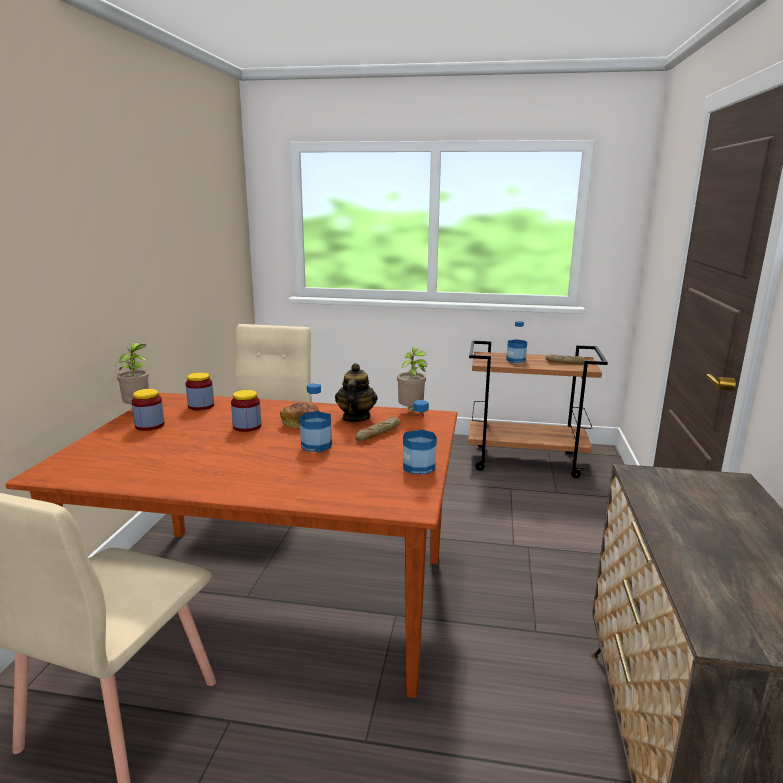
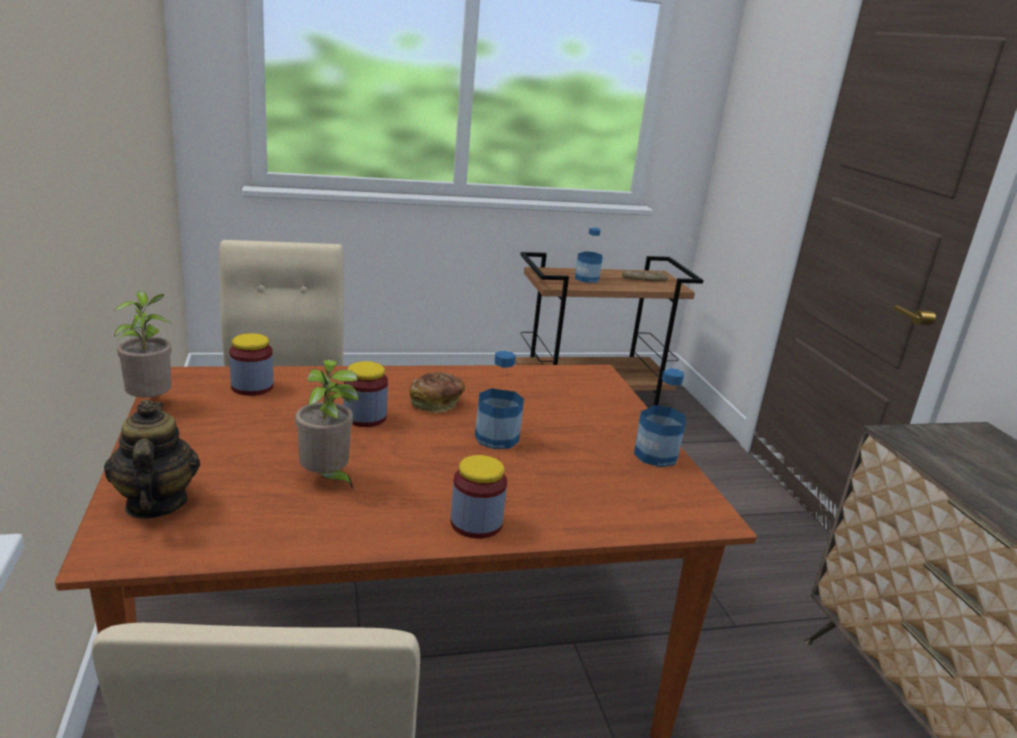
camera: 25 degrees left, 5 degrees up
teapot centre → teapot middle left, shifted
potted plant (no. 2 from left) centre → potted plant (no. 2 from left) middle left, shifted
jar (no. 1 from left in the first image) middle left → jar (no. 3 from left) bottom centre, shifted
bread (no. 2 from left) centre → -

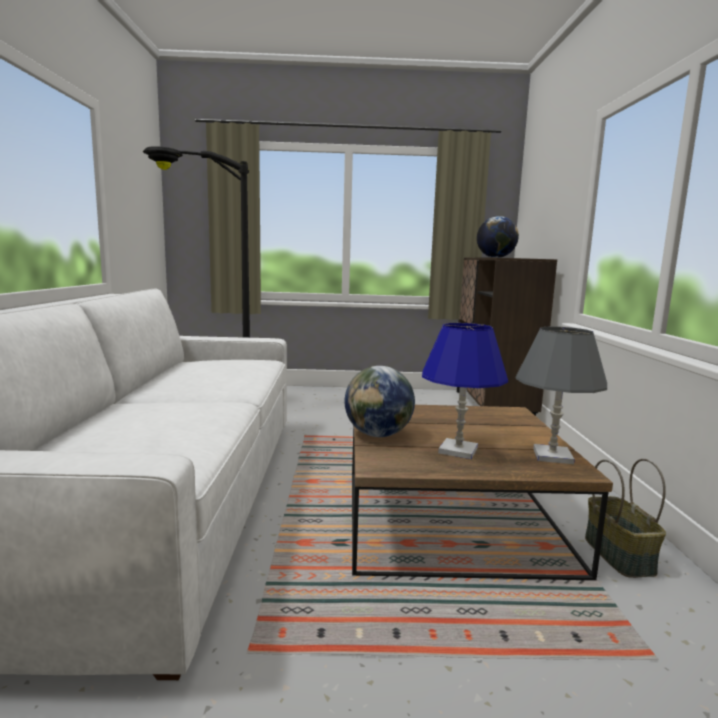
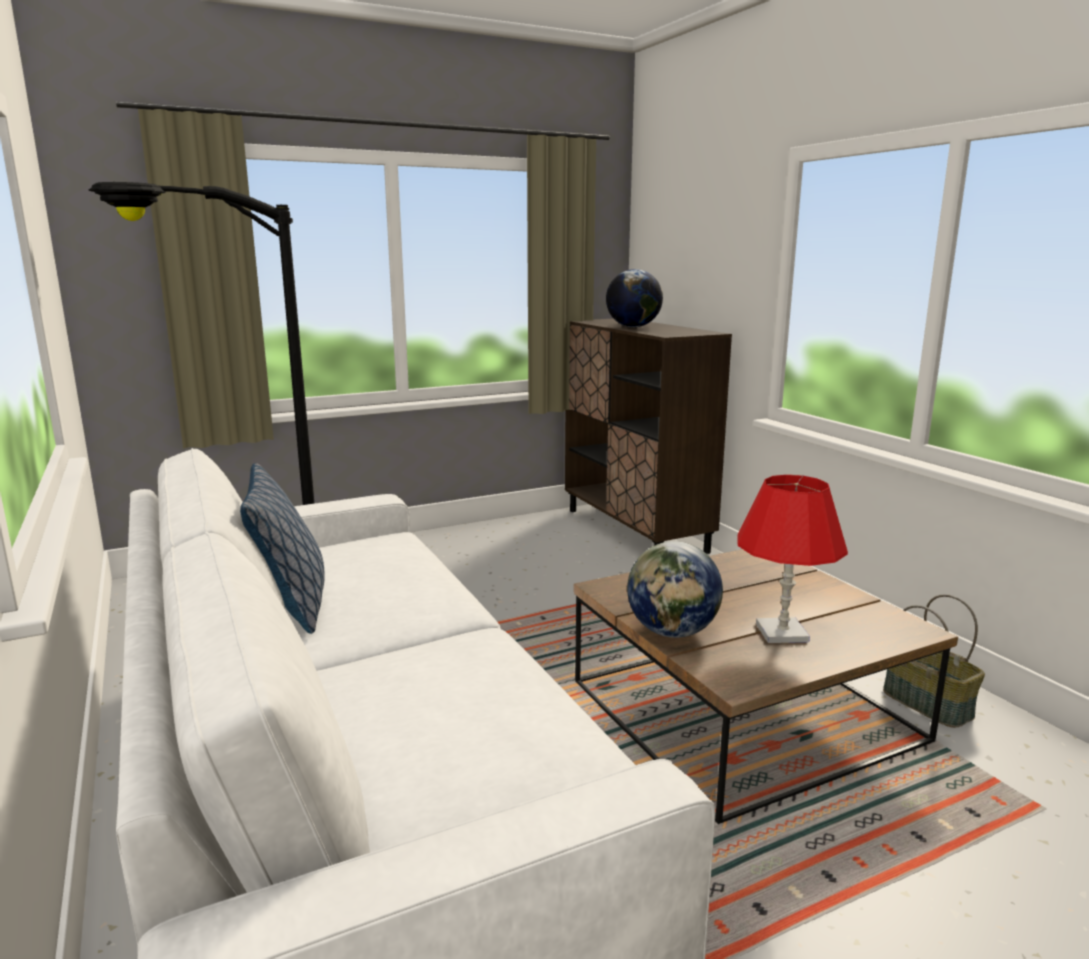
camera: 25 degrees left, 5 degrees up
- → pillow middle left
table lamp/blue centre → table lamp/red middle right
table lamp/grey middle right → -

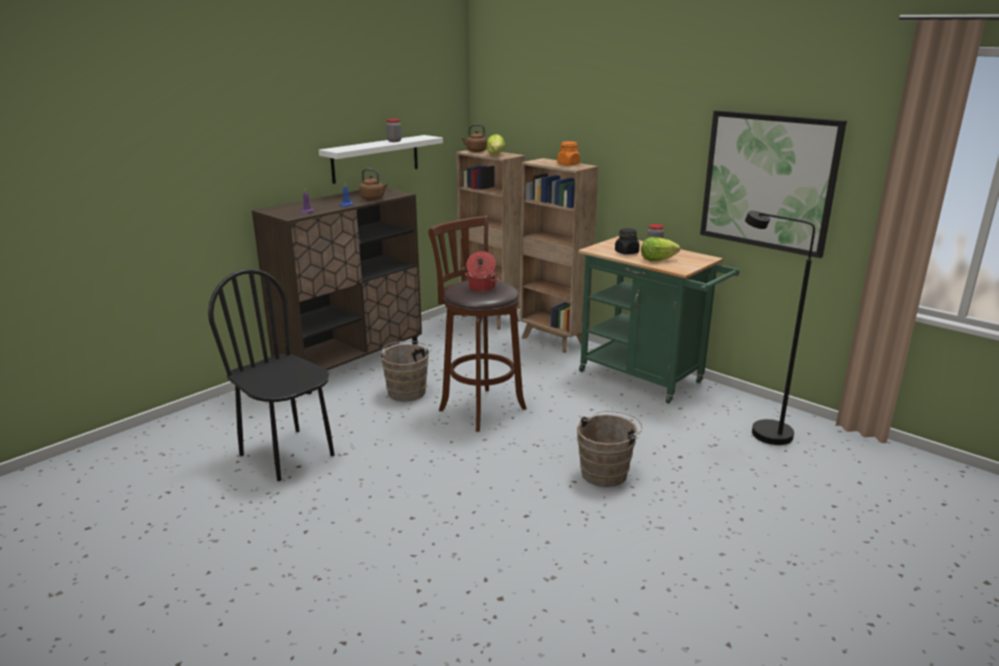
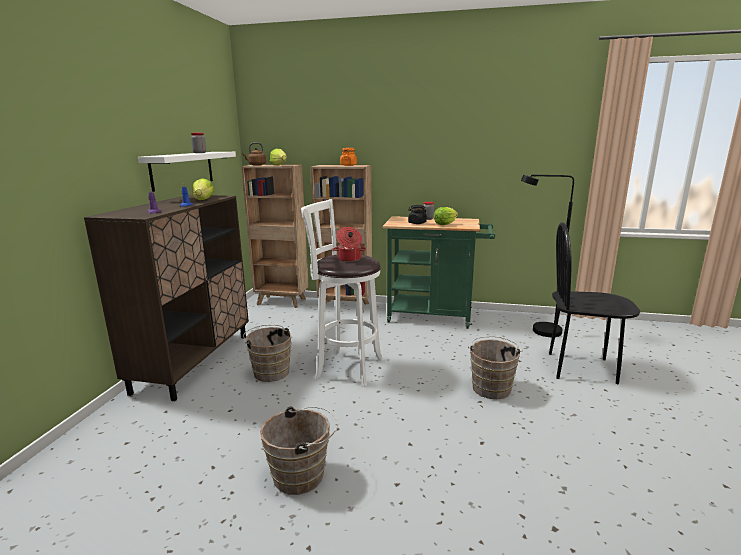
camera: 30 degrees left, 5 degrees down
kettle/brown (no. 1 from left) top centre → lettuce (no. 1 from left) middle left
- → bucket/brown (no. 2 from left) bottom centre
stool/brown centre → stool/white centre
chair/black middle left → chair/black middle right, shifted
picture top right → -

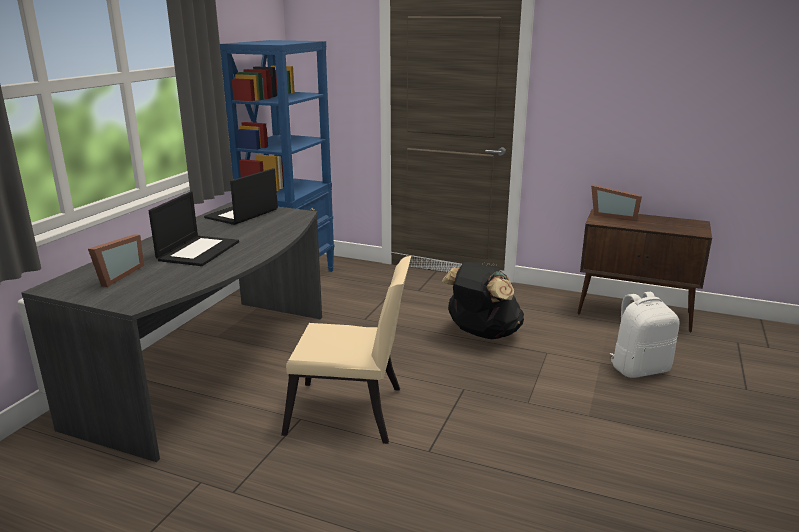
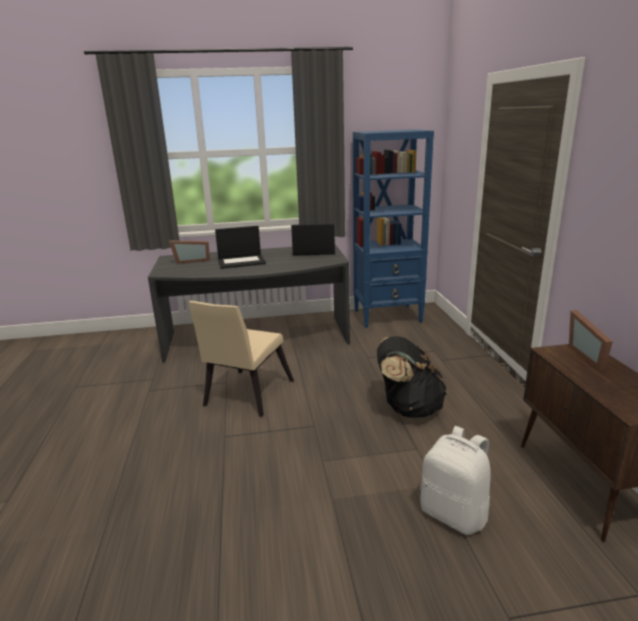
camera: 60 degrees right, 0 degrees up
chair/beige centre, 45 degrees clockwise

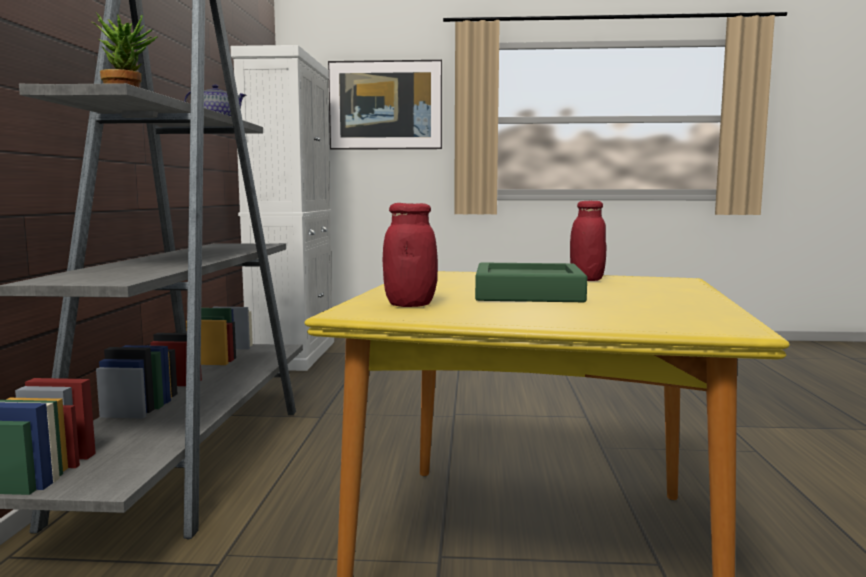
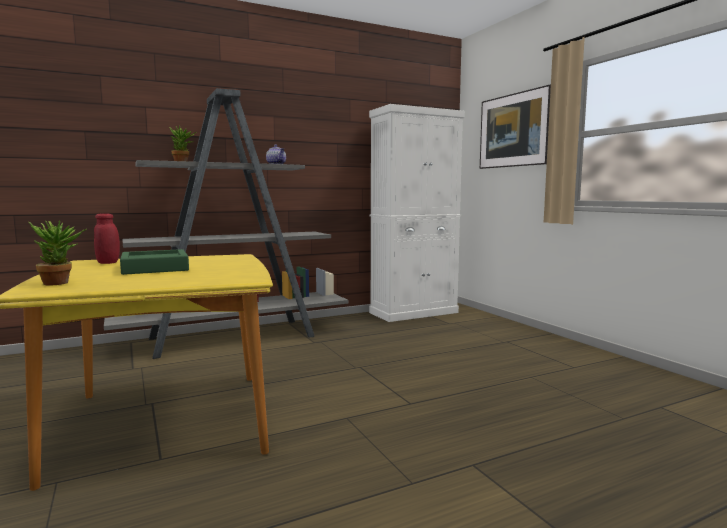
camera: 60 degrees right, 0 degrees up
- → potted plant (no. 1 from left) middle left
jar/red (no. 2 from left) middle right → -

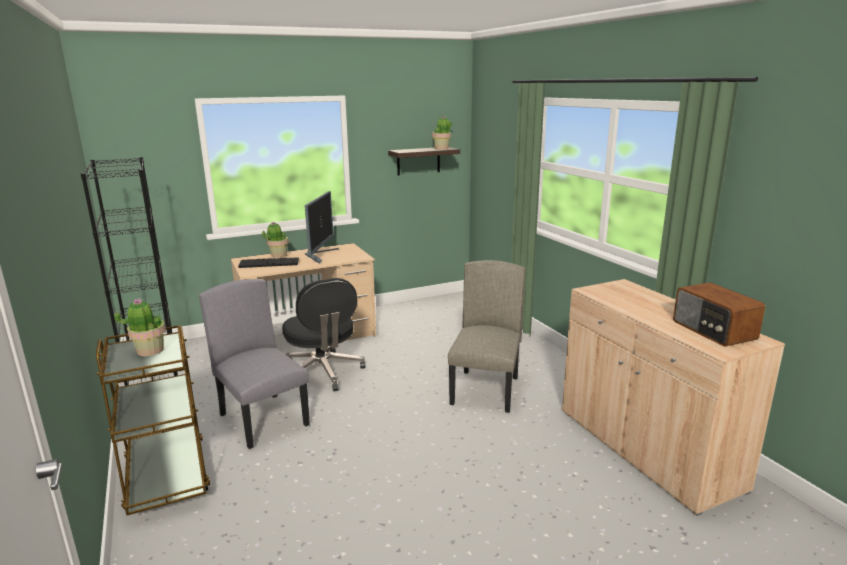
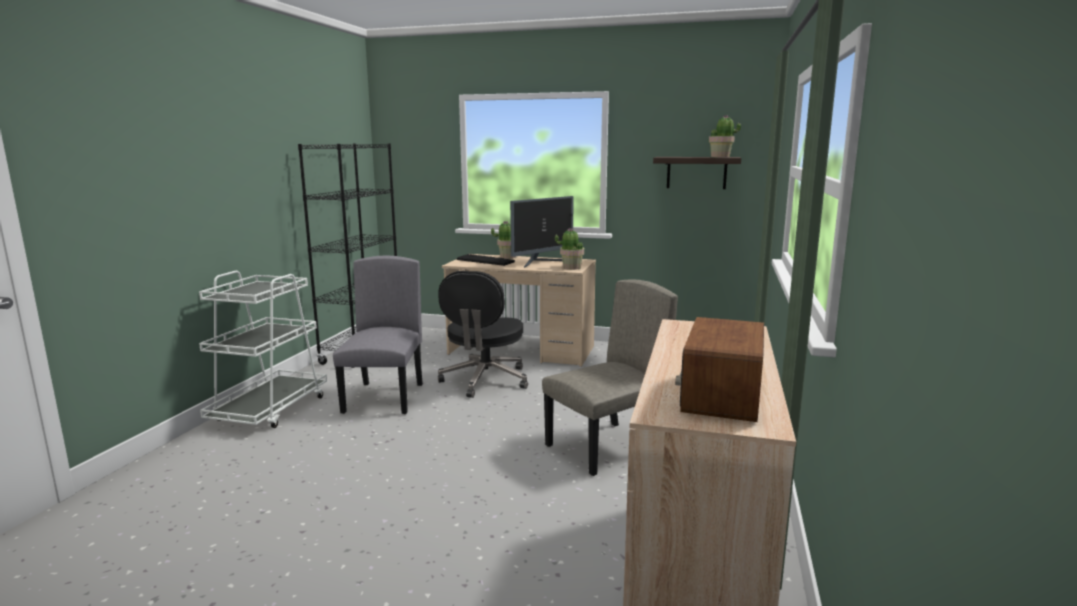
camera: 40 degrees right, 5 degrees down
cart/brown bottom left → cart/white middle left
potted plant (no. 1 from left in the first image) middle left → potted plant (no. 2 from left) centre, shifted

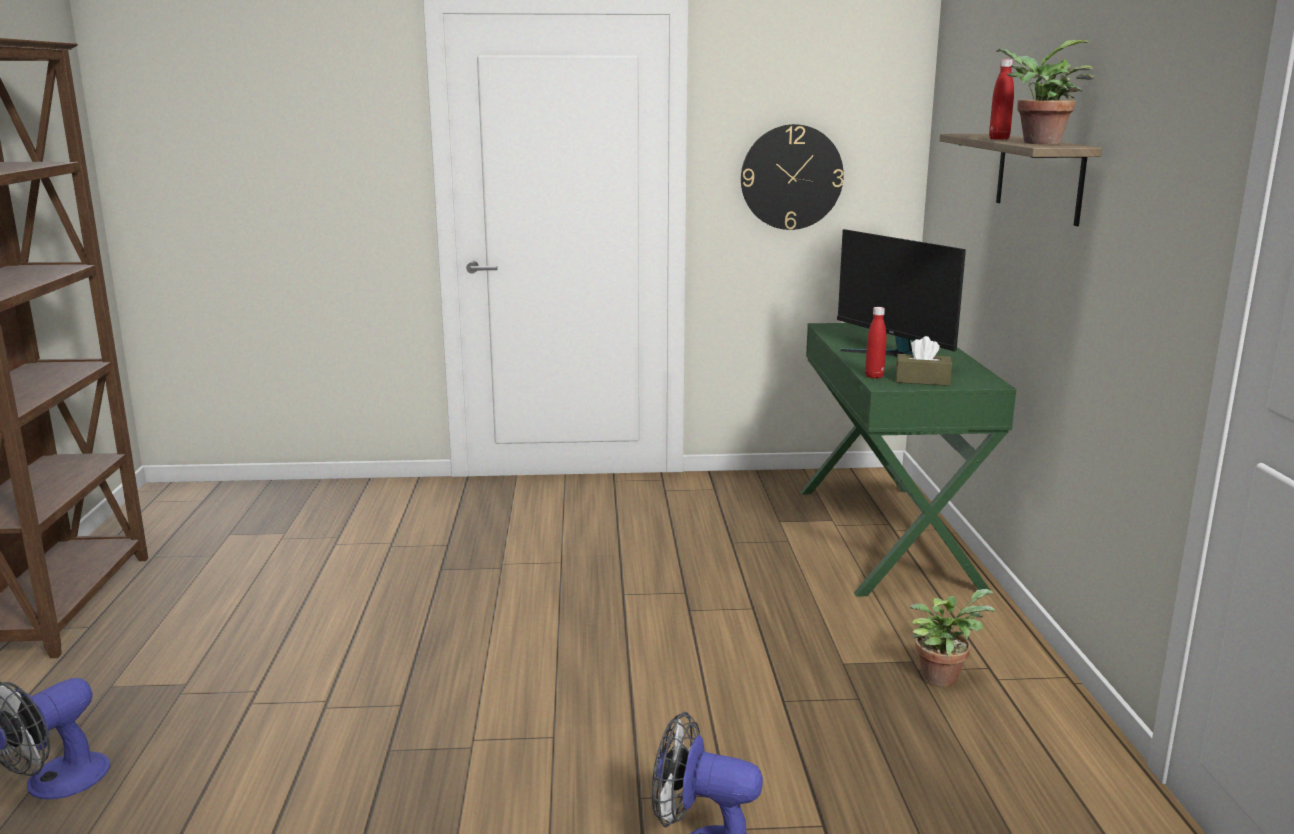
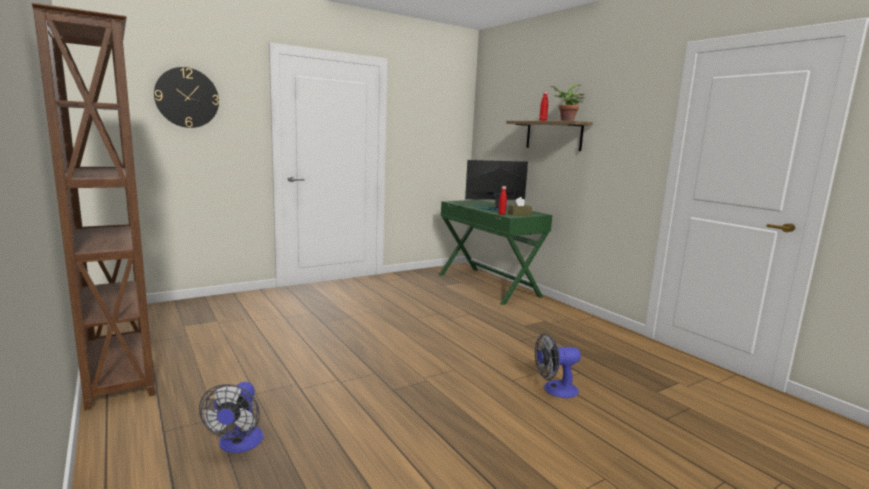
camera: 30 degrees left, 5 degrees down
wall clock top centre → wall clock top left, shifted
monitor middle right → monitor centre, 135 degrees clockwise
potted plant (no. 1 from left) bottom right → -

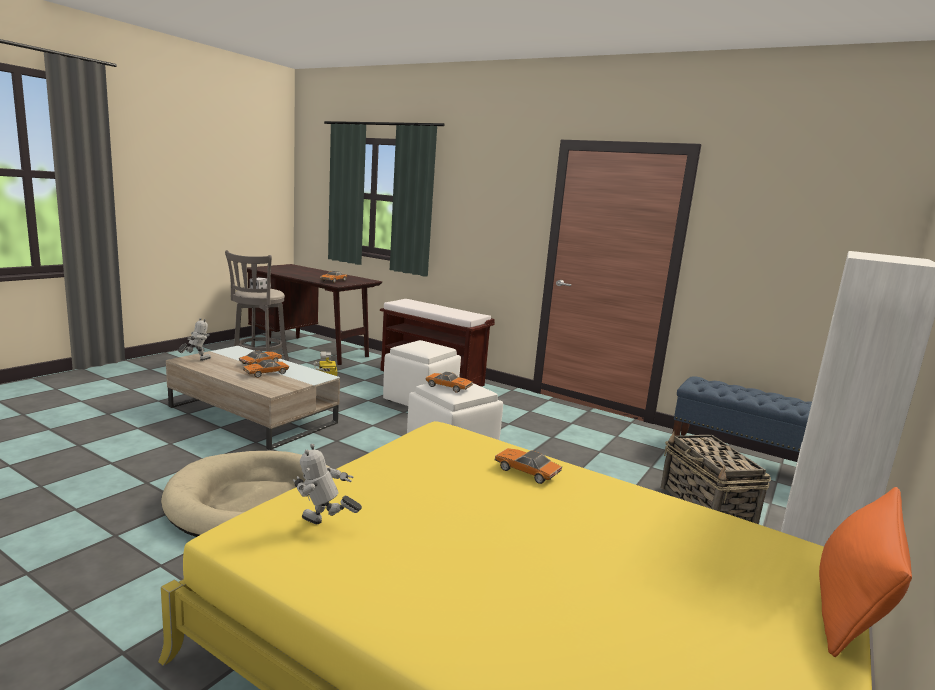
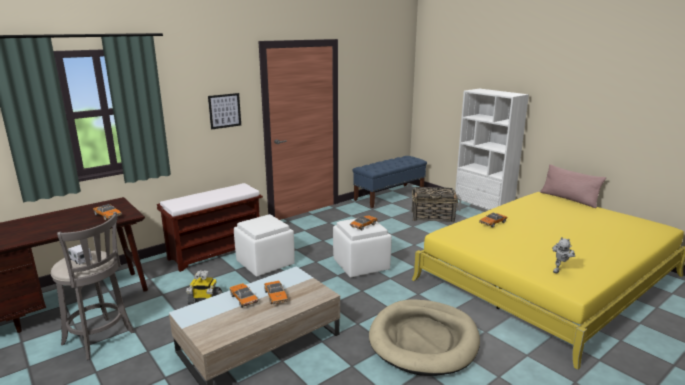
camera: 70 degrees left, 5 degrees up
- → picture top left
pillow/orange bottom right → pillow/pink middle right
toy robot (no. 1 from left) middle left → -

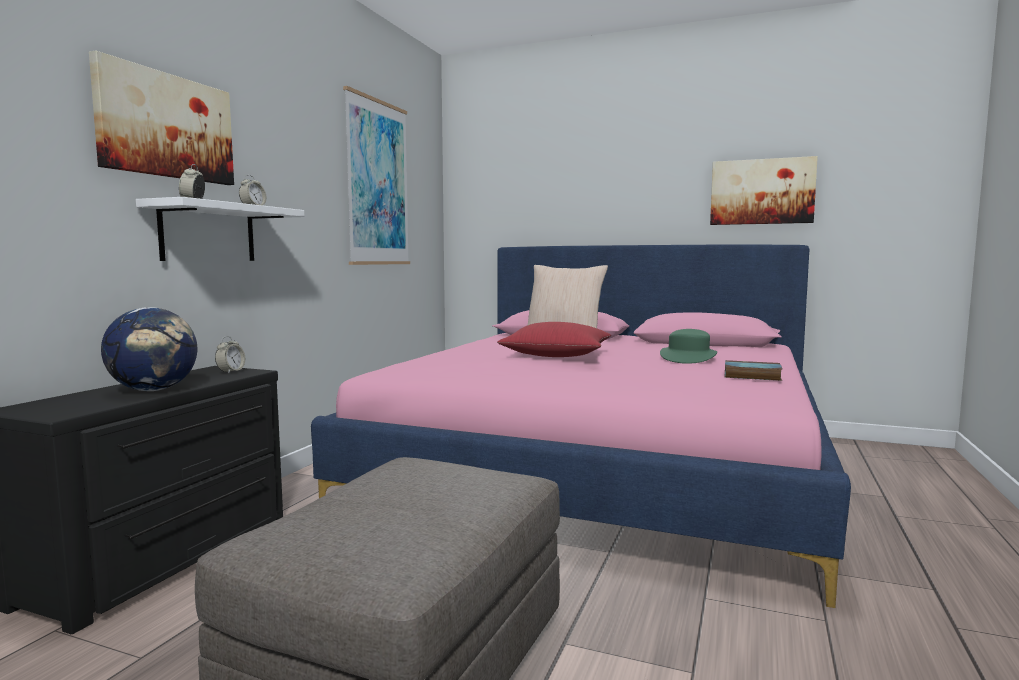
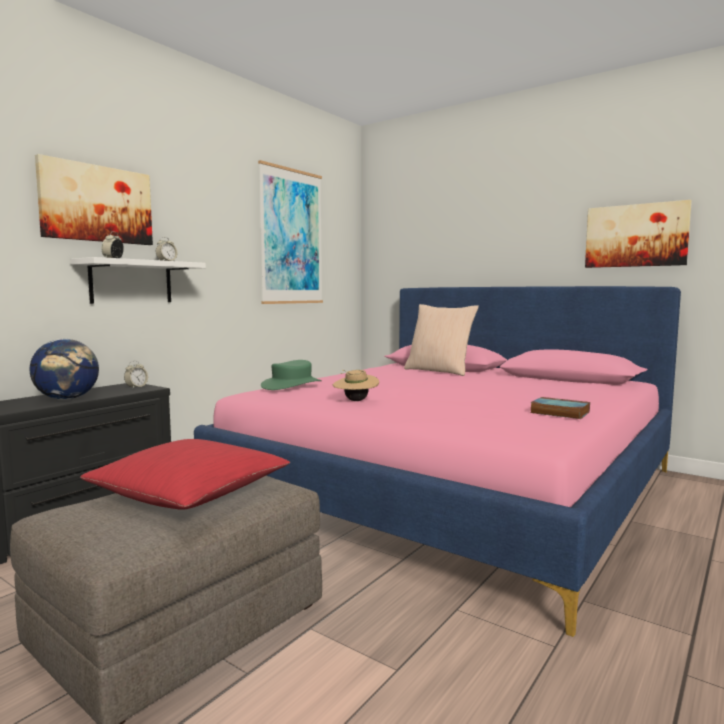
camera: 15 degrees right, 0 degrees up
pillow/red centre → pillow/red middle left, shifted
hat/green middle right → hat/green centre, shifted
- → hat/beige centre

